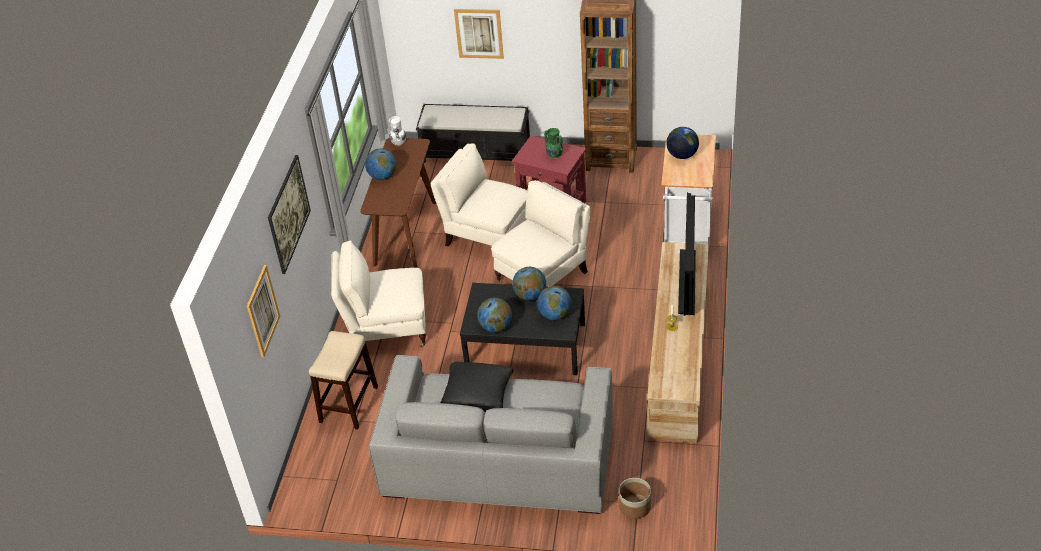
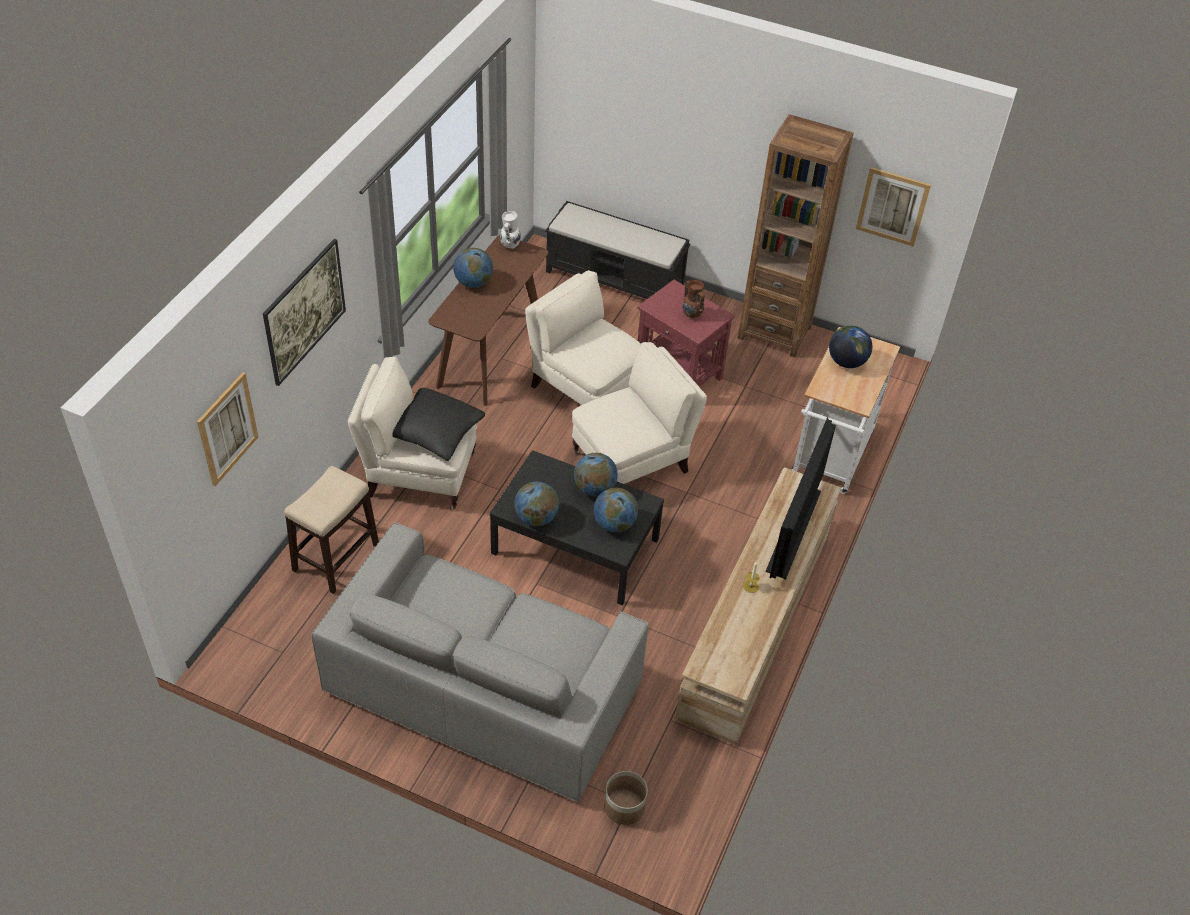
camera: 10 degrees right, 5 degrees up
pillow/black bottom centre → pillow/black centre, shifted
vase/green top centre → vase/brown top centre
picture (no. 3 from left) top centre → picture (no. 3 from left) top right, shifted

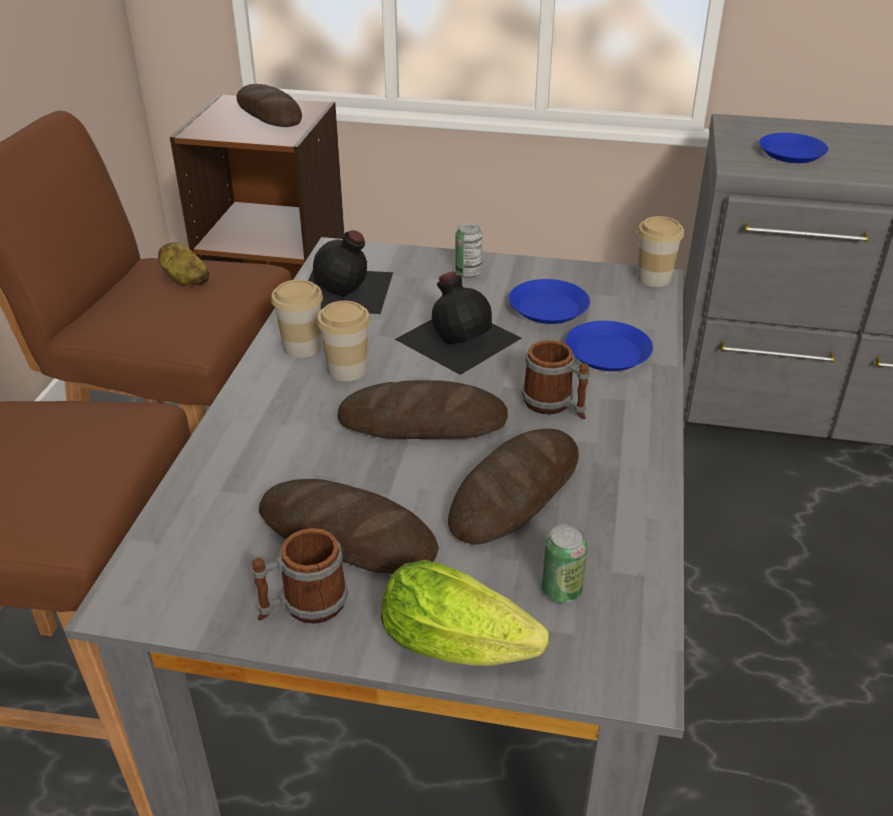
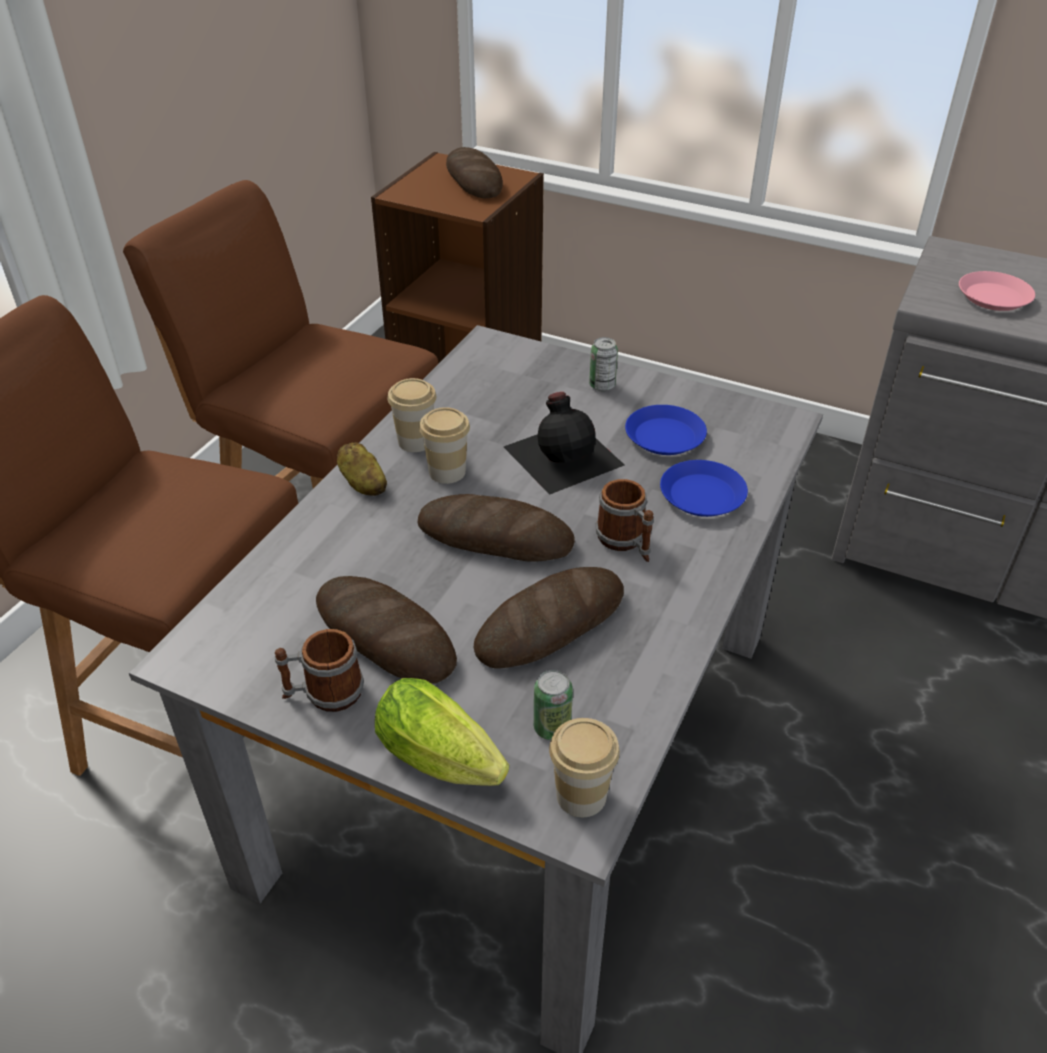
camera: 15 degrees right, 5 degrees up
potato top left → potato centre, shifted
cup (no. 3 from left) top right → cup (no. 3 from left) bottom centre, shifted
plate/blue (no. 3 from left) top right → plate/pink top right
bottle/black (no. 1 from left) centre → -

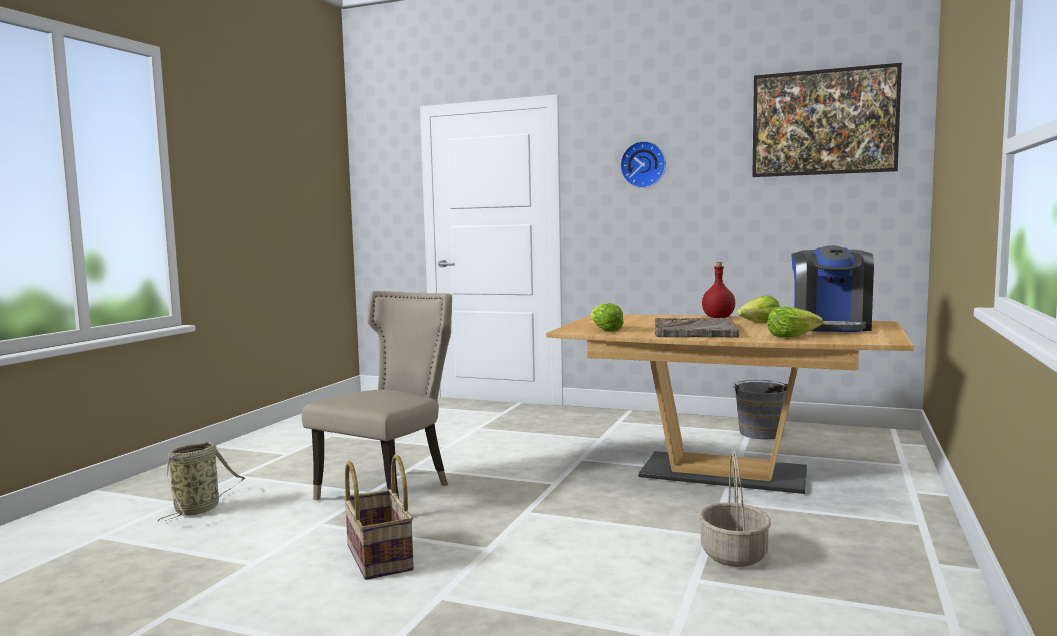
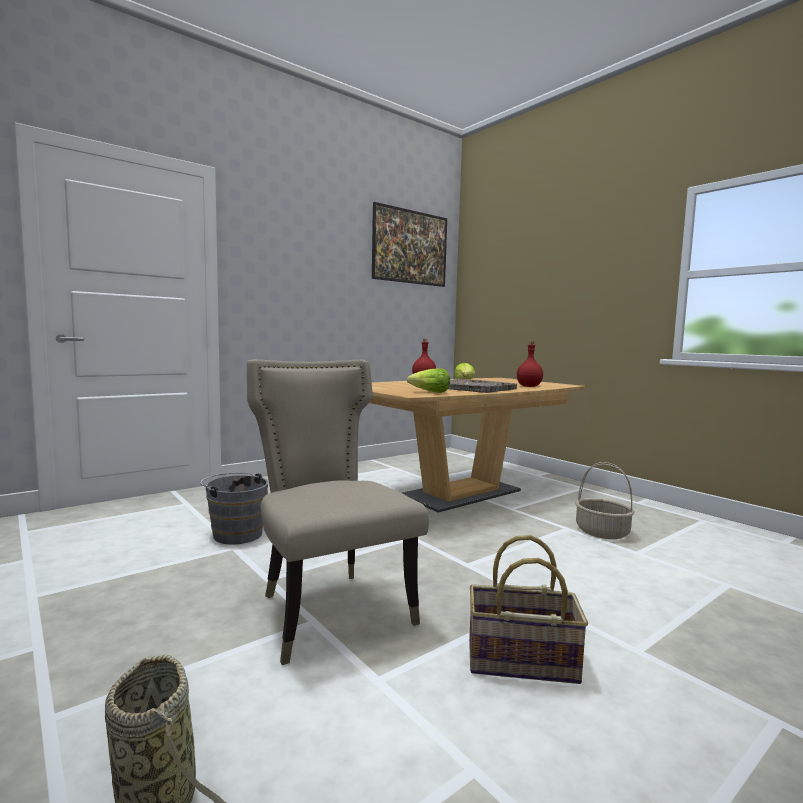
camera: 60 degrees left, 0 degrees up
bucket/grey middle right → bucket/grey middle left, shifted
lettuce (no. 3 from left) middle right → bottle/red (no. 2 from left) centre
wall clock top centre → -
coffee machine middle right → -

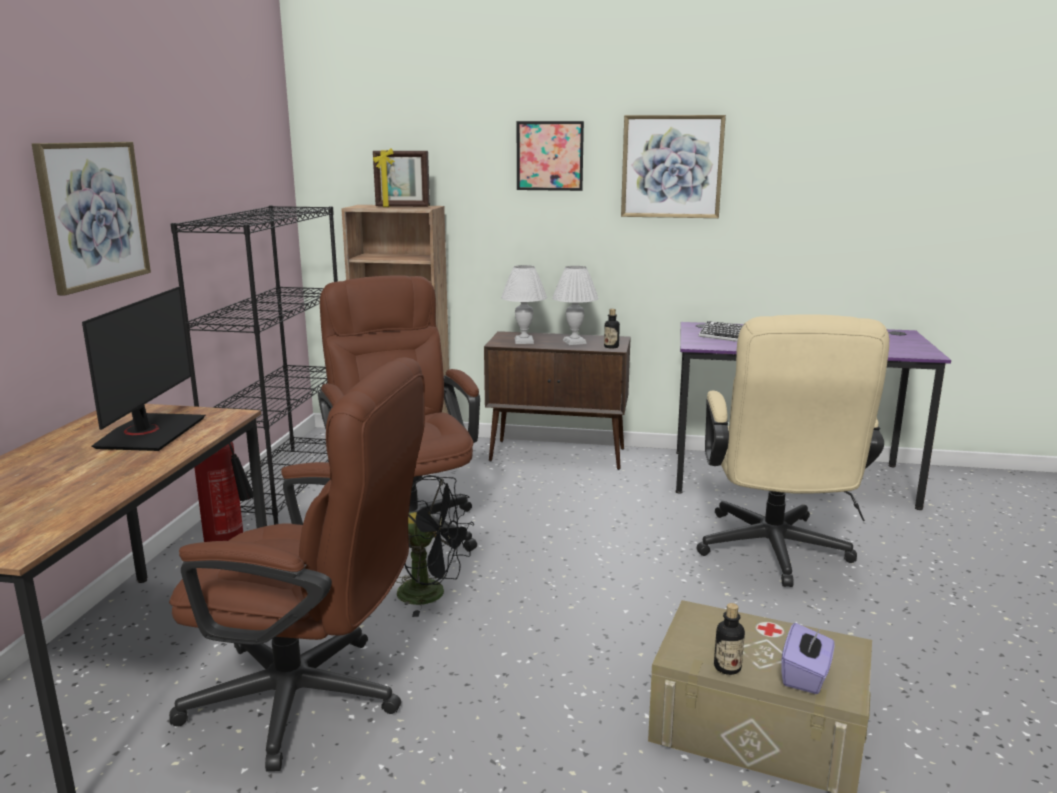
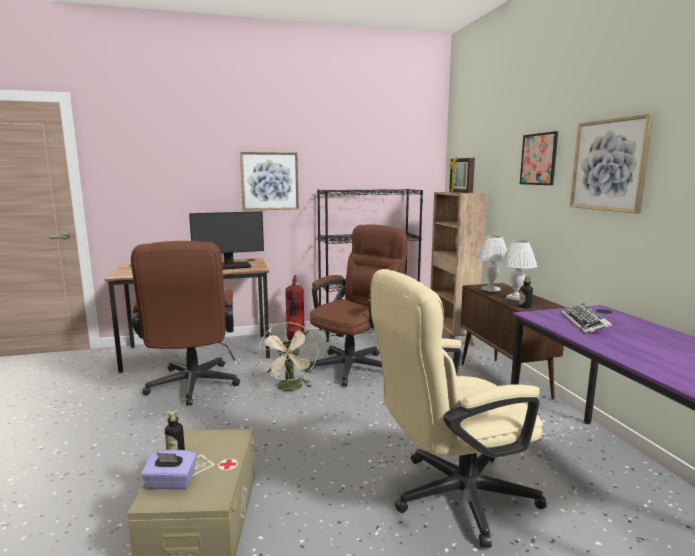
camera: 65 degrees right, 5 degrees down
fan/black bottom centre → fan/beige centre

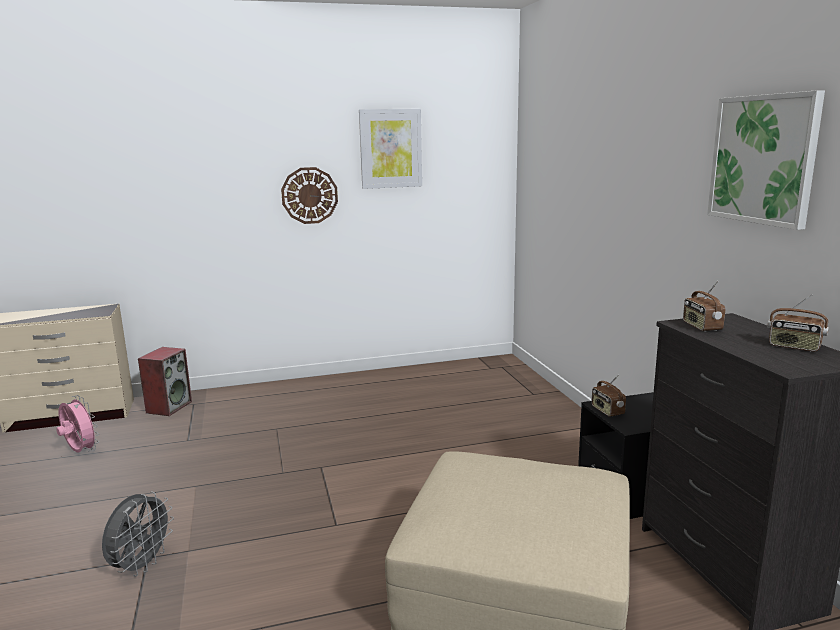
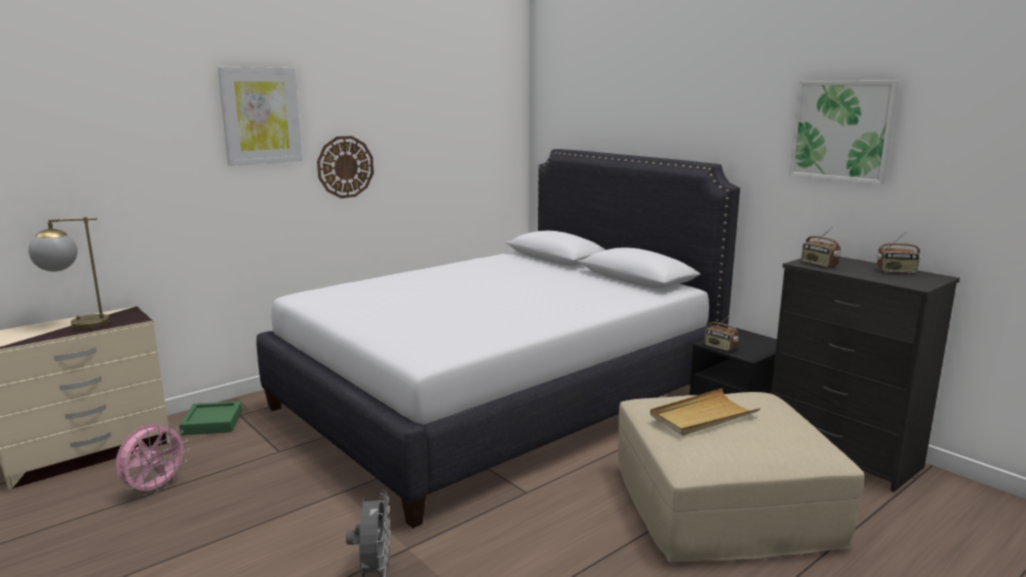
camera: 25 degrees left, 0 degrees up
- → table lamp middle left
fan/pink bottom left, 105 degrees clockwise
speaker middle left → tray/green bottom left
picture (no. 1 from left) top centre → picture (no. 1 from left) top left, shifted
- → bed/white centre
- → tray/beige bottom right

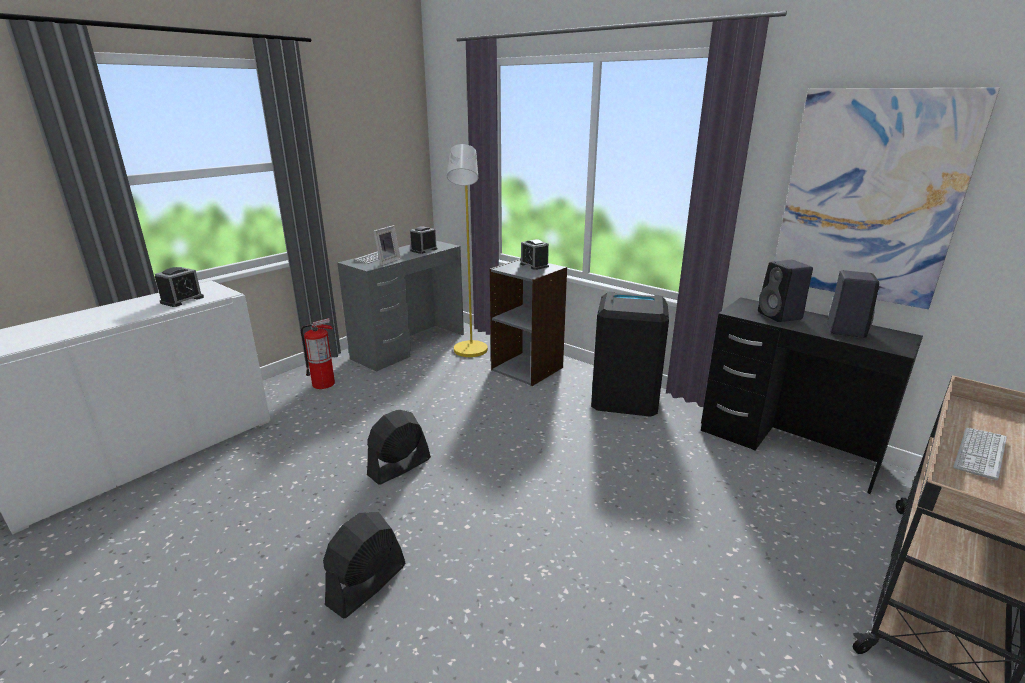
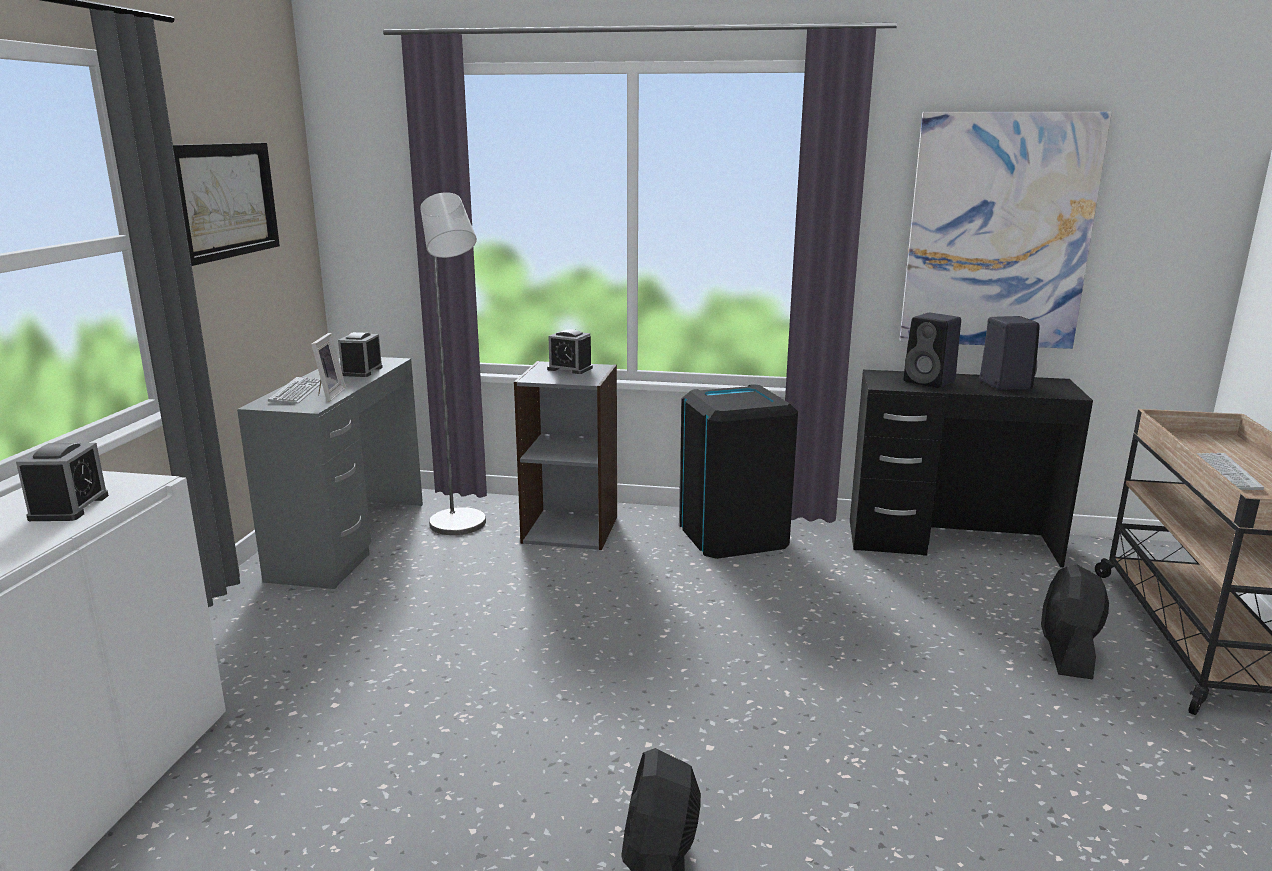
camera: 30 degrees left, 5 degrees down
- → picture (no. 1 from left) top left
floor lamp/yellow centre → floor lamp/grey centre
fan/black (no. 2 from left) centre → fan/black (no. 2 from left) bottom right, shifted
fire extinguisher middle left → -

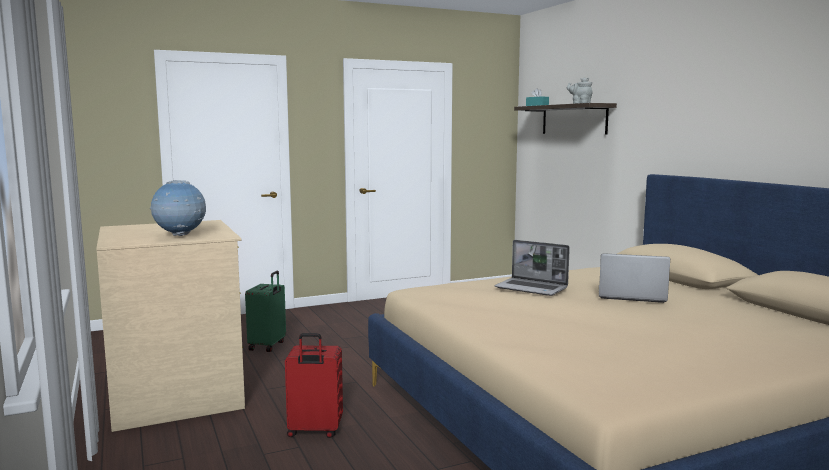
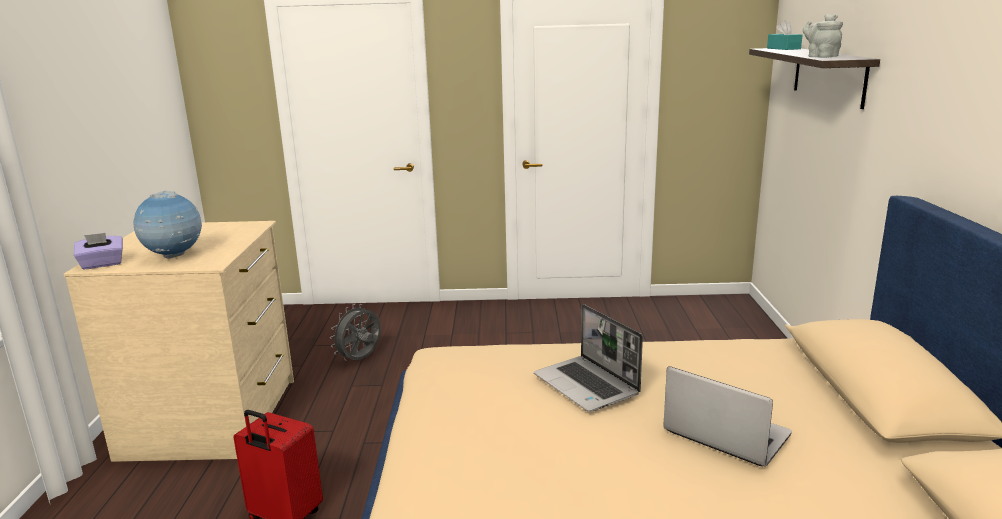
camera: 25 degrees right, 10 degrees up
- → tissue box/purple middle left
suitcase/green middle left → fan/grey centre

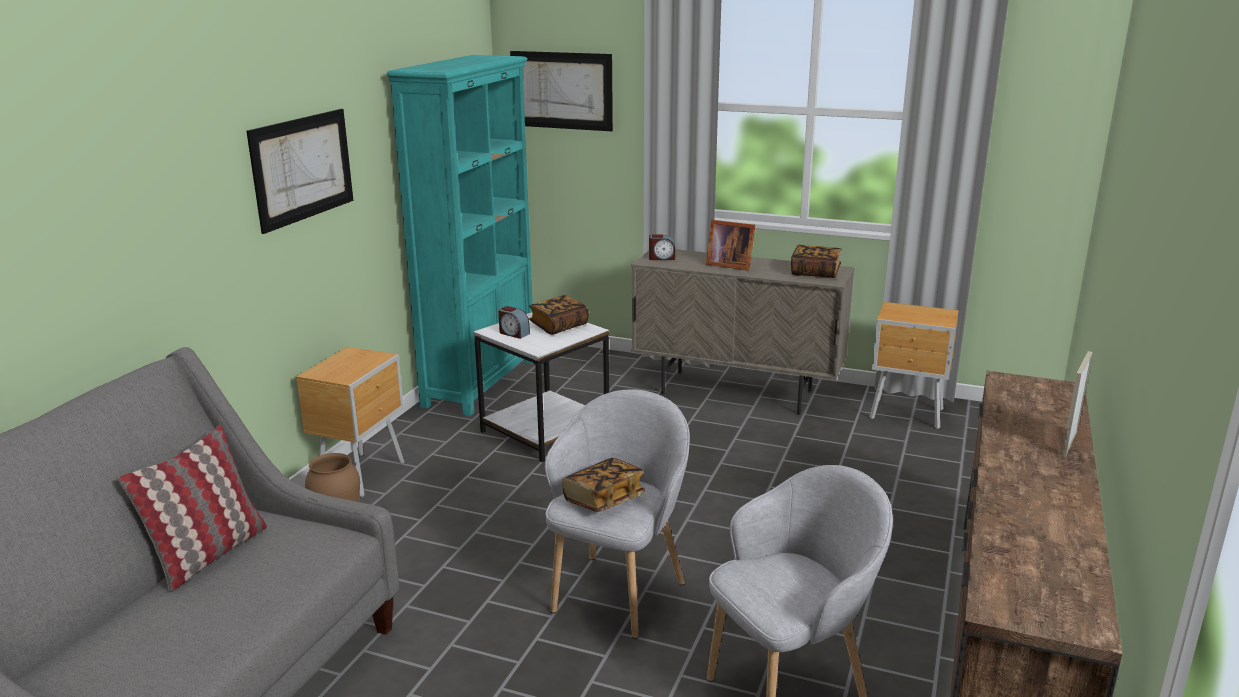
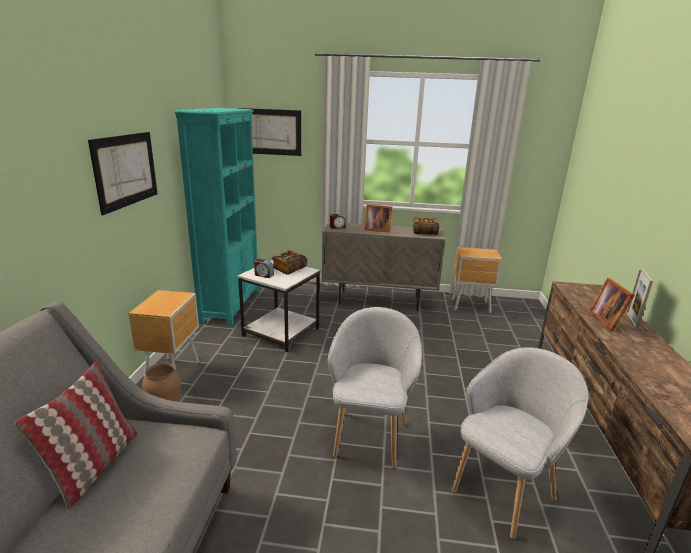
camera: 15 degrees left, 0 degrees up
- → picture frame (no. 2 from left) middle right
book (no. 2 from left) bottom centre → -

